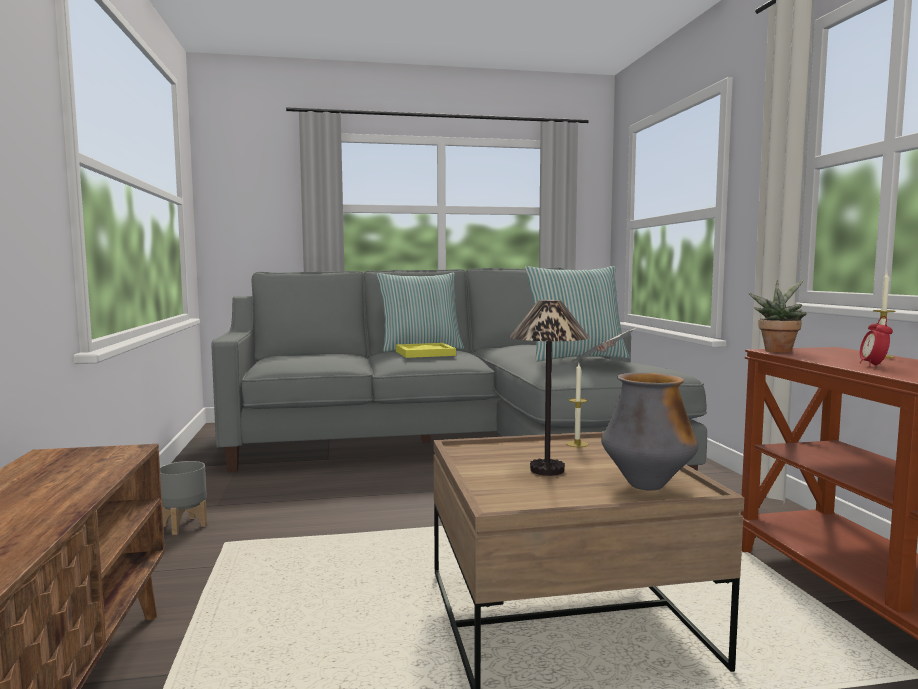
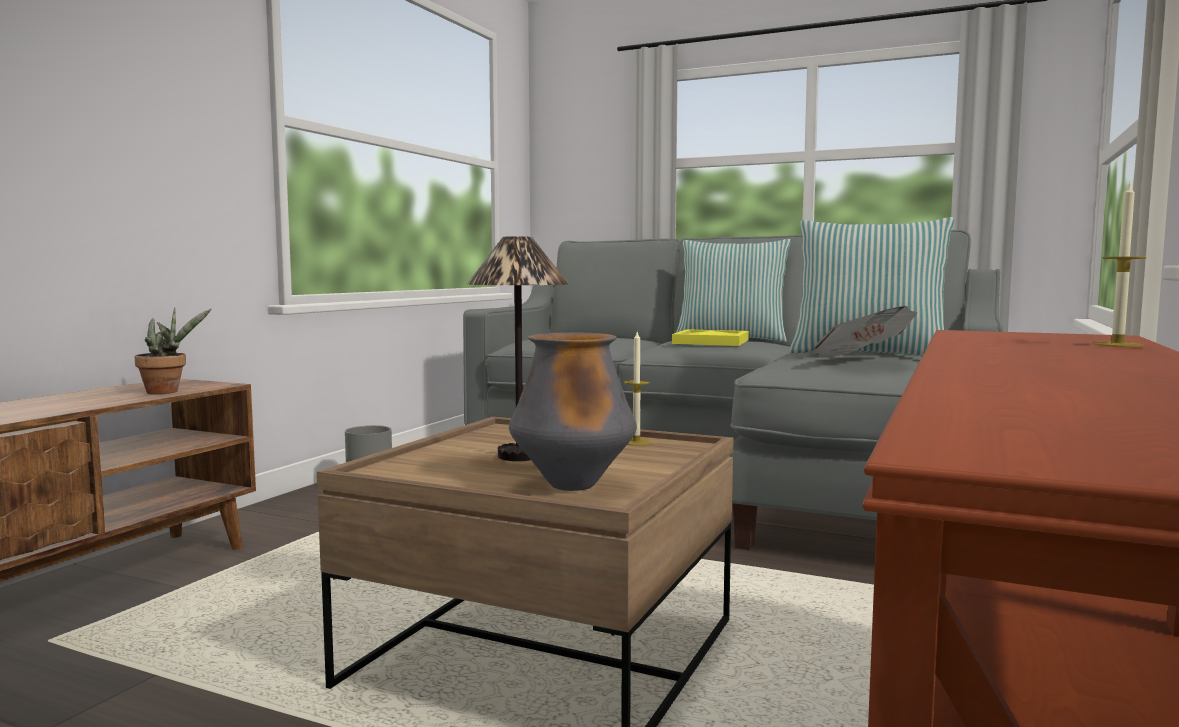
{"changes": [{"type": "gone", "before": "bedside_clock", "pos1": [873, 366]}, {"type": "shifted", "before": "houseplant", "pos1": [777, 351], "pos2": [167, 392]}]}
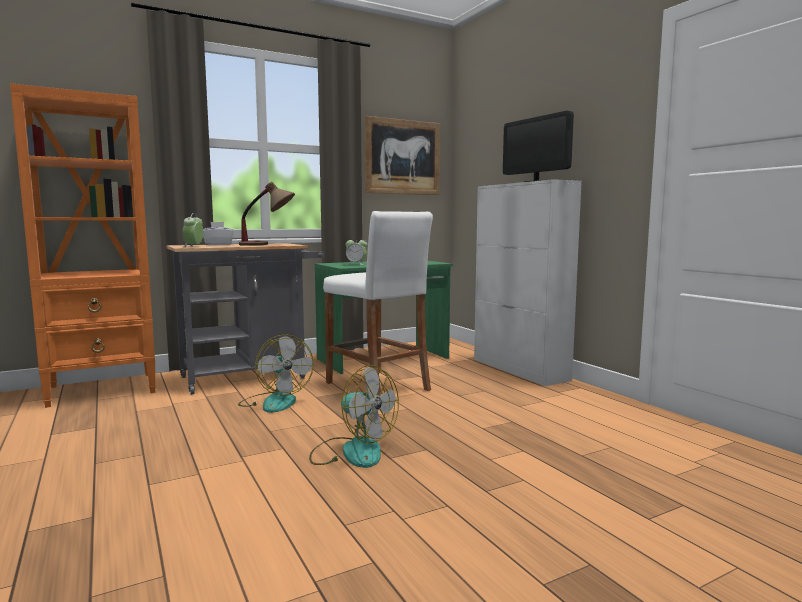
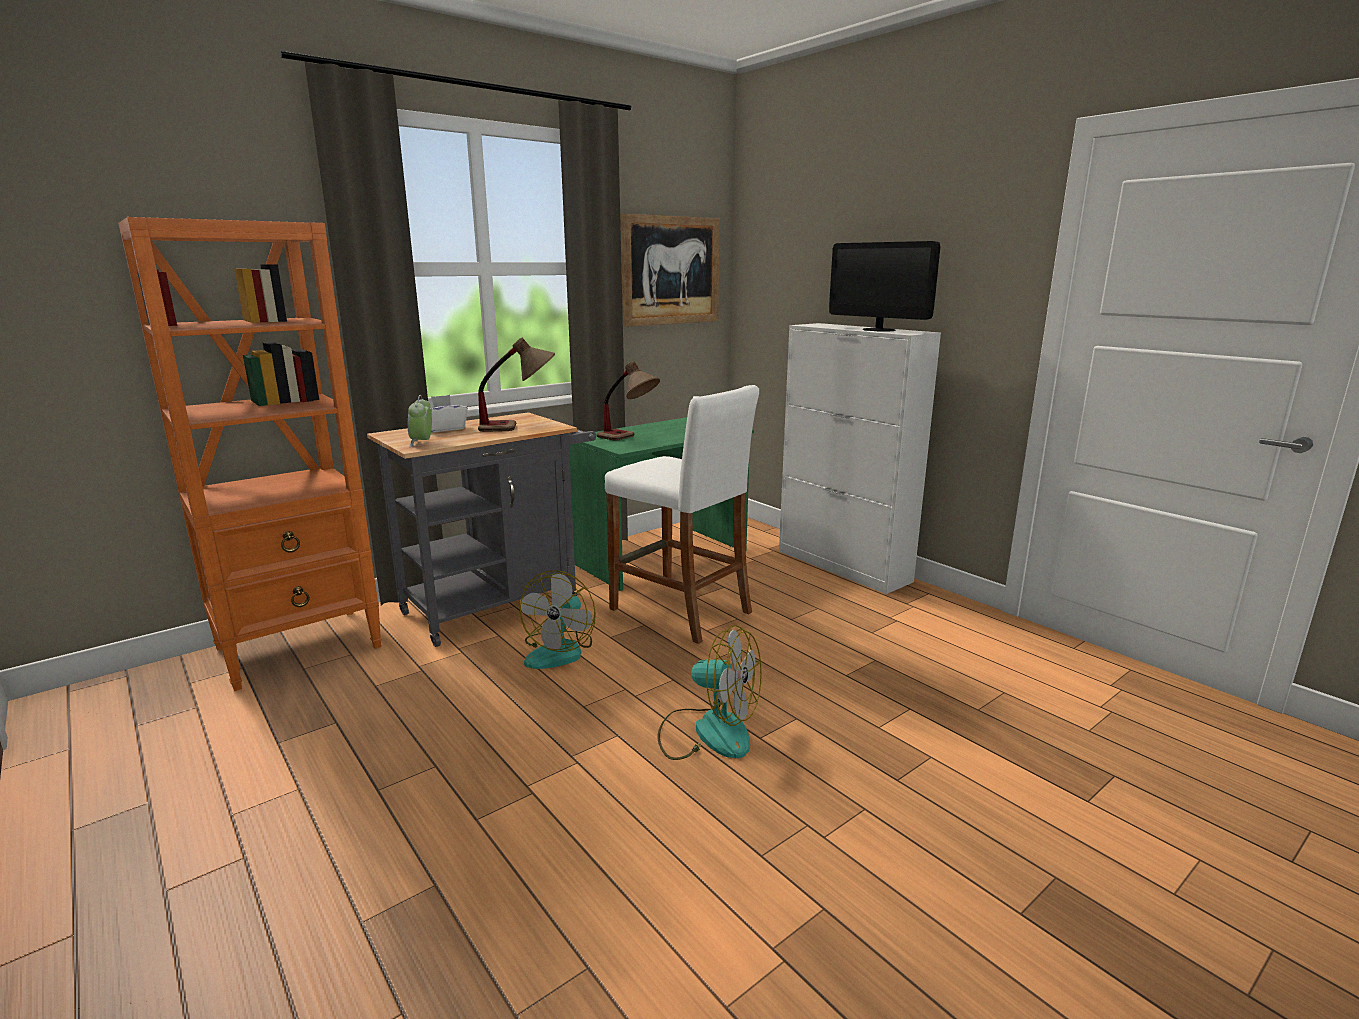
{"changes": [{"type": "swapped", "before": "bedside_clock", "after": "lamp_for_a_table", "pos1": [356, 264], "pos2": [629, 439]}, {"type": "rotated", "before": "cooling_fan", "pos1": [275, 401], "pos2": [560, 651], "turn": 60}]}
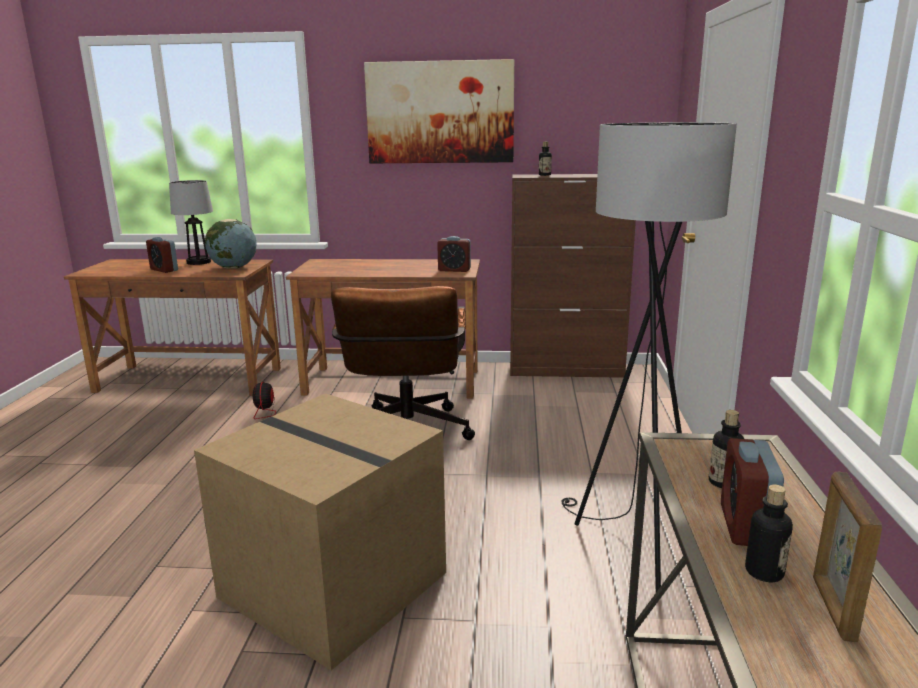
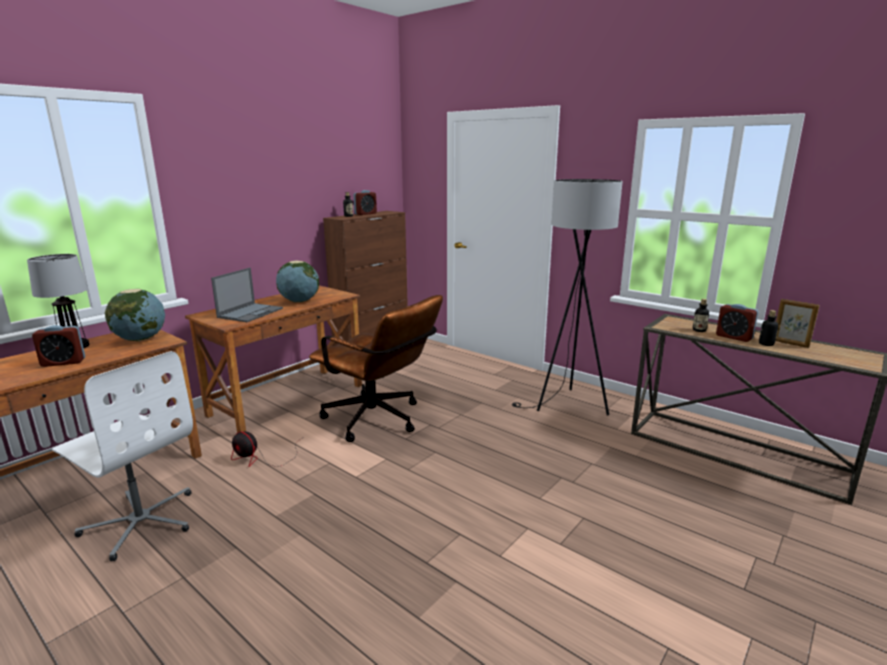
{"changes": [{"type": "gone", "before": "packing_box", "pos1": [337, 584]}, {"type": "gone", "before": "wall_picture", "pos1": [440, 112]}, {"type": "new", "after": "white_computer_chair", "pos2": [141, 521]}, {"type": "new", "after": "laptop", "pos2": [251, 312]}, {"type": "new", "after": "desk_globe", "pos2": [299, 301]}, {"type": "shifted", "before": "bedside_clock", "pos1": [454, 270], "pos2": [365, 214]}]}
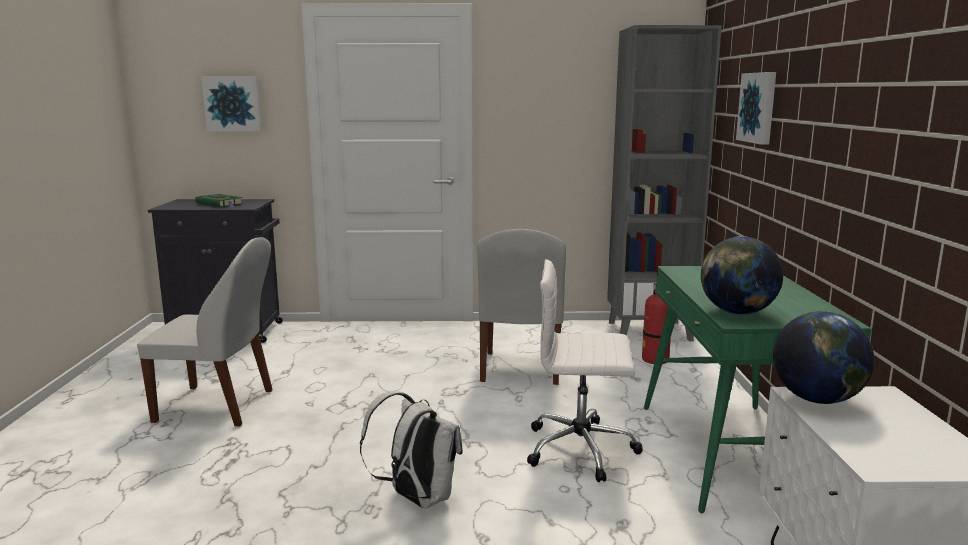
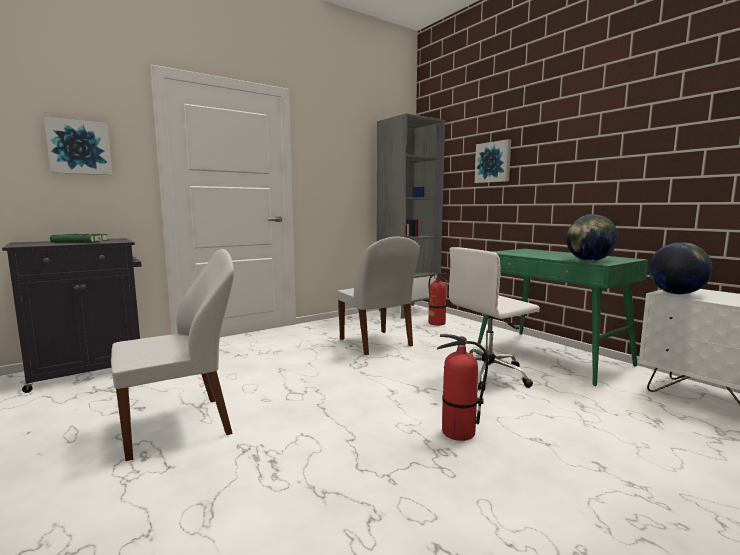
{"changes": [{"type": "swapped", "before": "white_rucksack", "after": "fire-fighting_cylinder", "pos1": [416, 498], "pos2": [458, 433]}]}
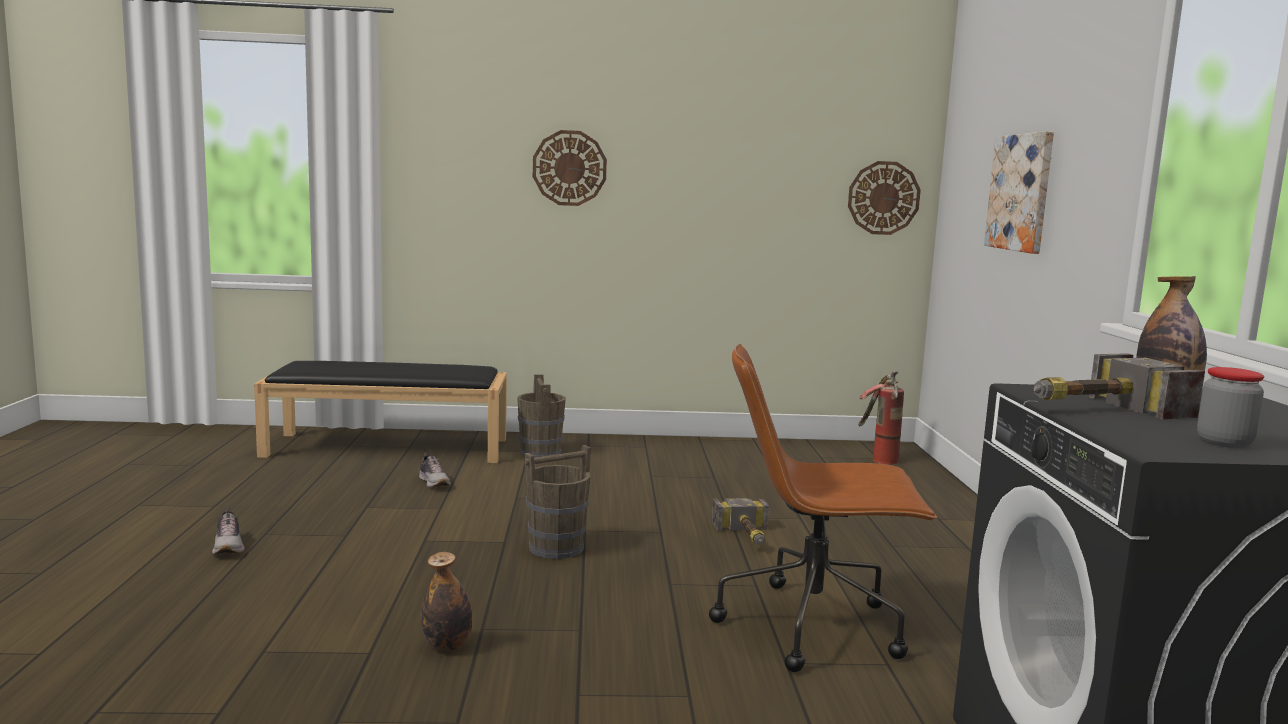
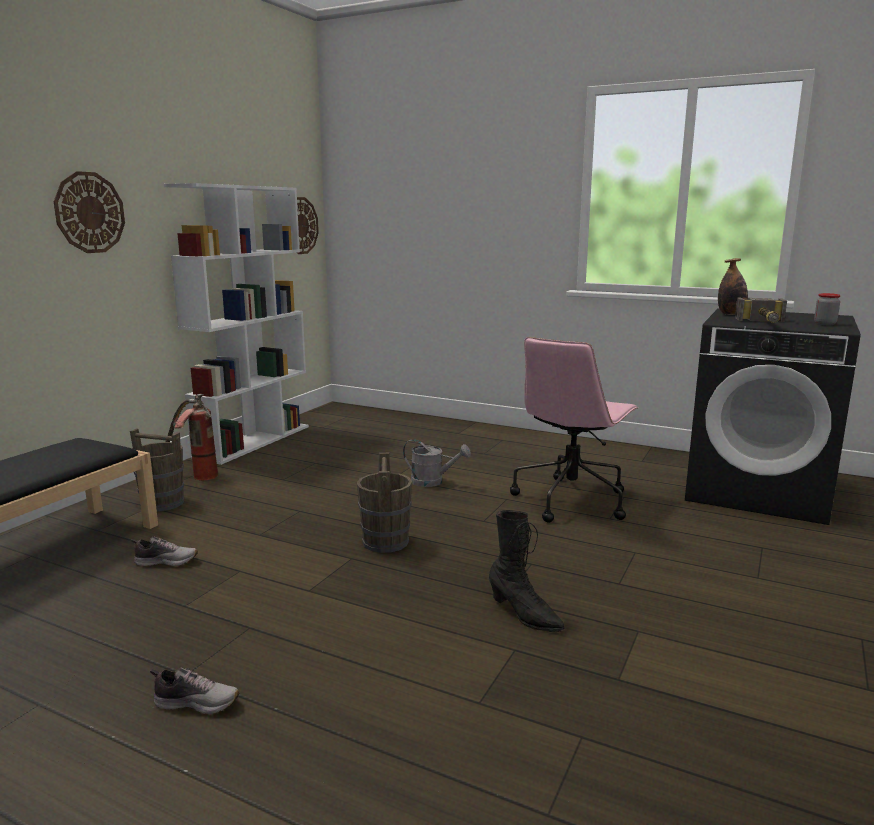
{"changes": [{"type": "gone", "before": "wall_picture", "pos1": [1021, 192]}, {"type": "new", "after": "white_bookshelf", "pos2": [253, 441]}, {"type": "shifted", "before": "fire-fighting_cylinder", "pos1": [877, 458], "pos2": [196, 476]}, {"type": "swapped", "before": "beverage_bottle", "after": "black_high-top_boot", "pos1": [447, 646], "pos2": [524, 615]}, {"type": "swapped", "before": "hammer", "after": "greyish_watering_pot", "pos1": [747, 537], "pos2": [433, 482]}, {"type": "repainted", "before": "brownish_computer_chair", "after": "pink-coloured_computer_chair", "pos1": [813, 626], "pos2": [571, 500]}]}
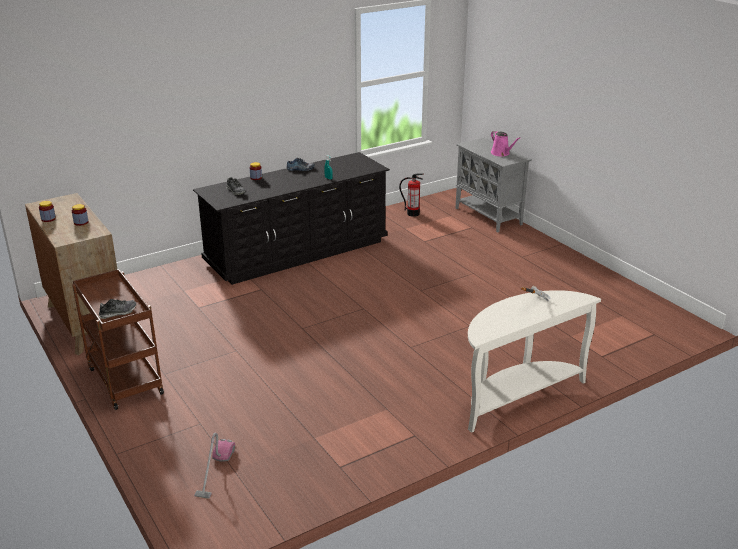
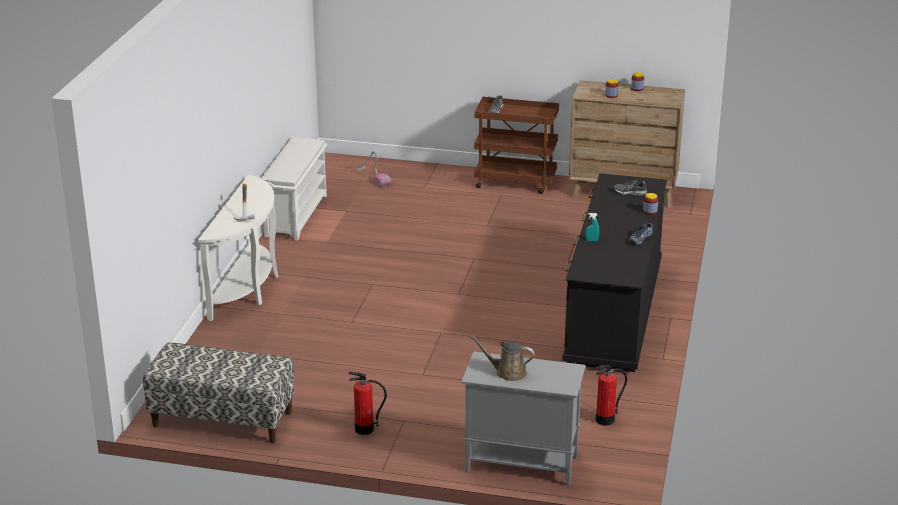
{"changes": [{"type": "new", "after": "indoor_bench", "pos2": [222, 419]}, {"type": "new", "after": "white_shoe_stand", "pos2": [296, 215]}, {"type": "new", "after": "fire-fighting_cylinder", "pos2": [364, 429]}, {"type": "repainted", "before": "pink-coloured_watering_pot", "after": "brownish_watering_pot", "pos1": [501, 153], "pos2": [507, 372]}]}
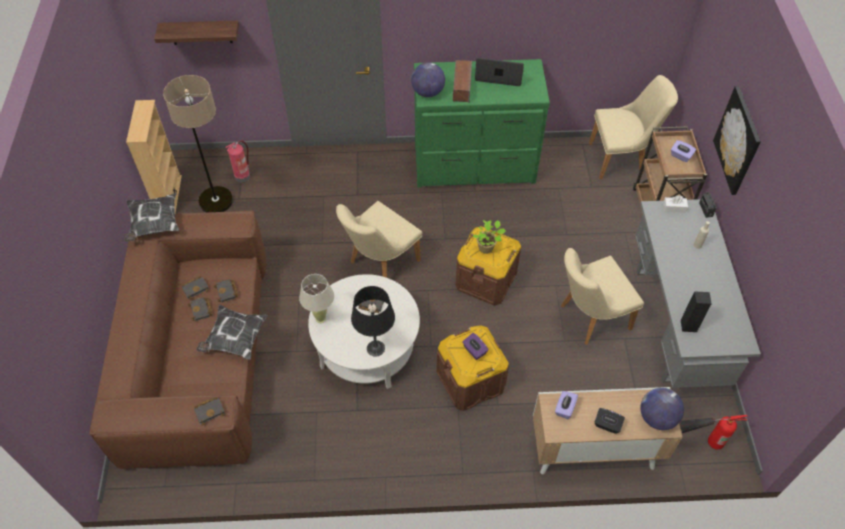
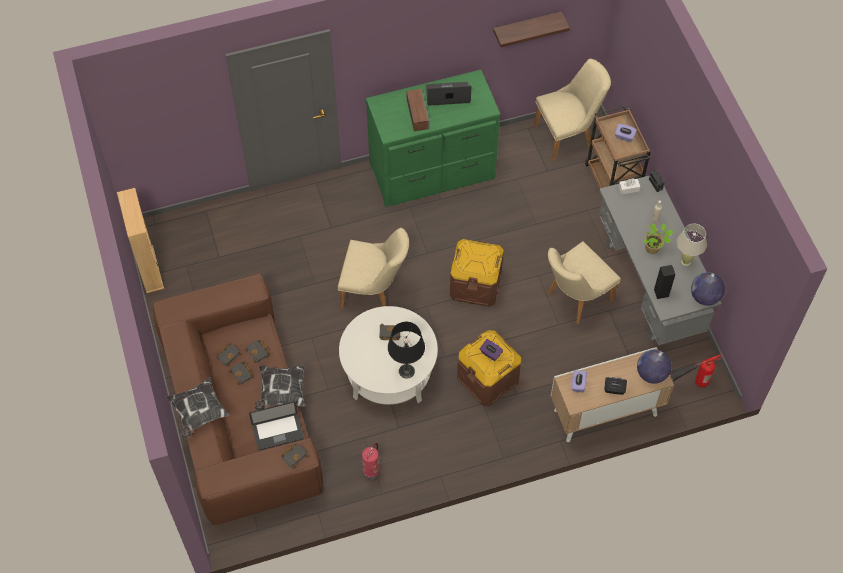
{"changes": [{"type": "gone", "before": "standing_lamp", "pos1": [221, 210]}, {"type": "gone", "before": "wall_picture", "pos1": [738, 141]}, {"type": "new", "after": "laptop", "pos2": [278, 432]}, {"type": "shifted", "before": "throw_pillow", "pos1": [154, 224], "pos2": [198, 412]}, {"type": "shifted", "before": "wall_shelf", "pos1": [200, 32], "pos2": [526, 27]}, {"type": "shifted", "before": "fire-fighting_cylinder", "pos1": [243, 176], "pos2": [371, 471]}, {"type": "shifted", "before": "sand-coloured_lamp_for_a_table", "pos1": [320, 318], "pos2": [685, 261]}, {"type": "shifted", "before": "desk_globe", "pos1": [427, 92], "pos2": [704, 297]}, {"type": "shifted", "before": "houseplant", "pos1": [487, 248], "pos2": [653, 248]}, {"type": "rotated", "before": "sand-coloured_plain_chair", "pos1": [379, 264], "pos2": [374, 292], "turn": -105}]}
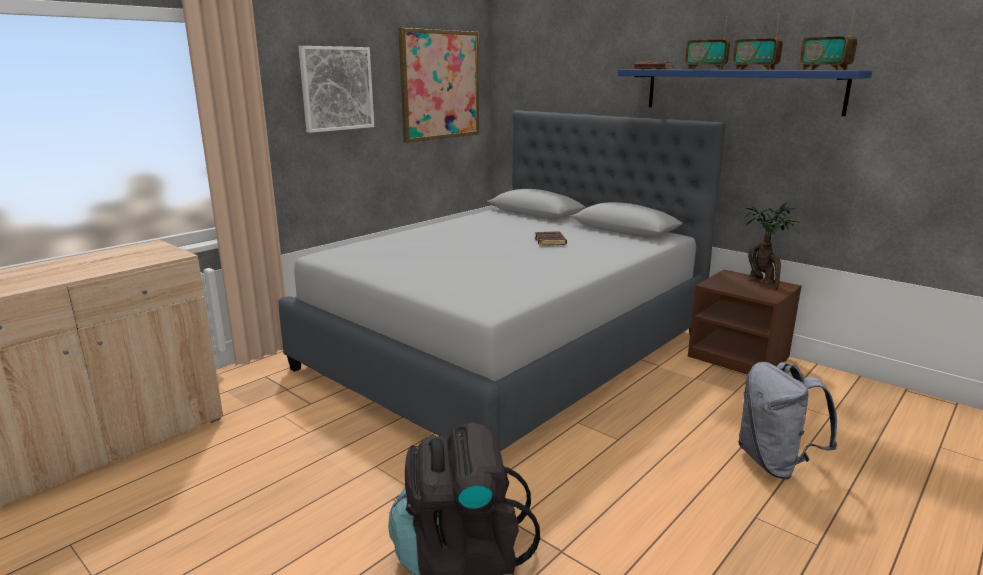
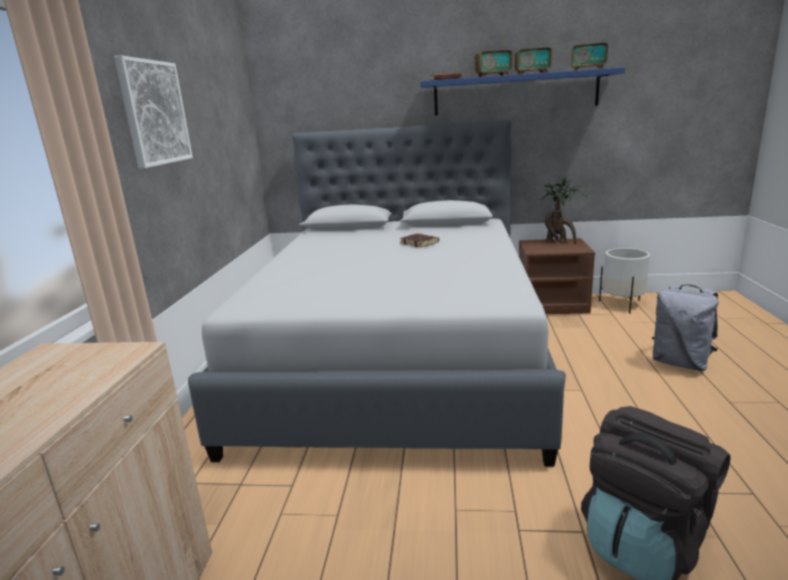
{"changes": [{"type": "gone", "before": "wall_picture", "pos1": [440, 85]}, {"type": "new", "after": "white_planter", "pos2": [622, 305]}]}
